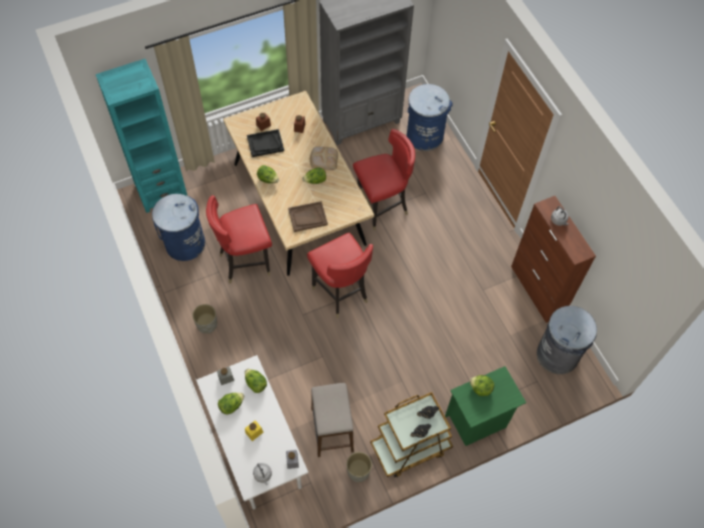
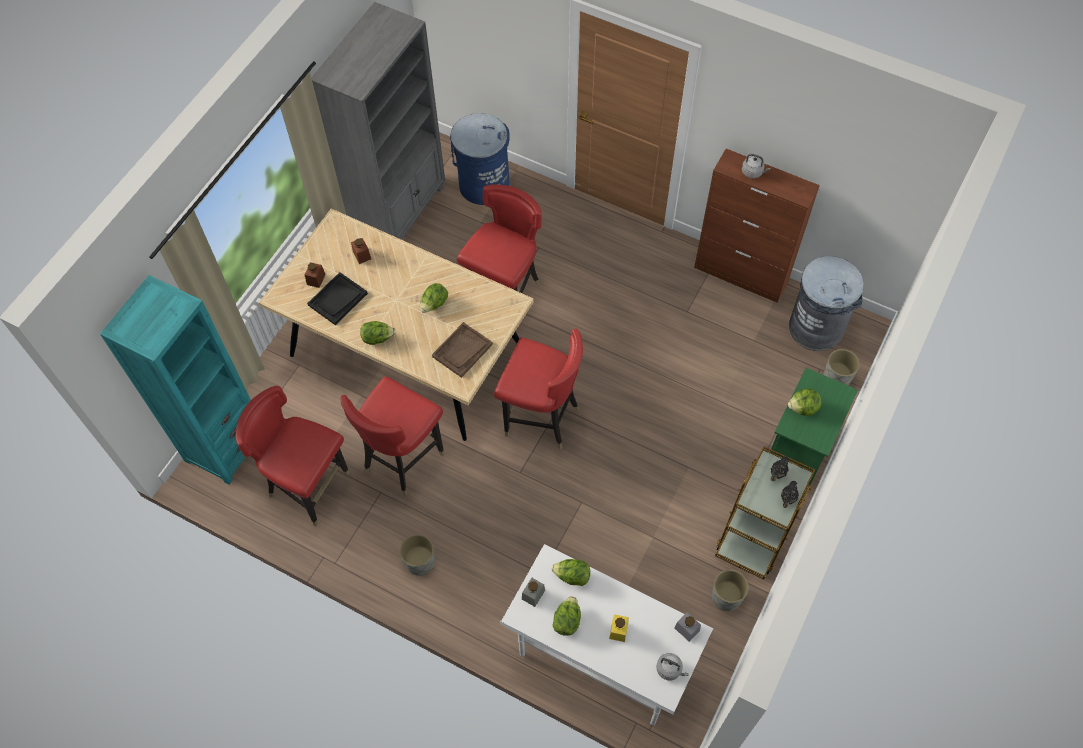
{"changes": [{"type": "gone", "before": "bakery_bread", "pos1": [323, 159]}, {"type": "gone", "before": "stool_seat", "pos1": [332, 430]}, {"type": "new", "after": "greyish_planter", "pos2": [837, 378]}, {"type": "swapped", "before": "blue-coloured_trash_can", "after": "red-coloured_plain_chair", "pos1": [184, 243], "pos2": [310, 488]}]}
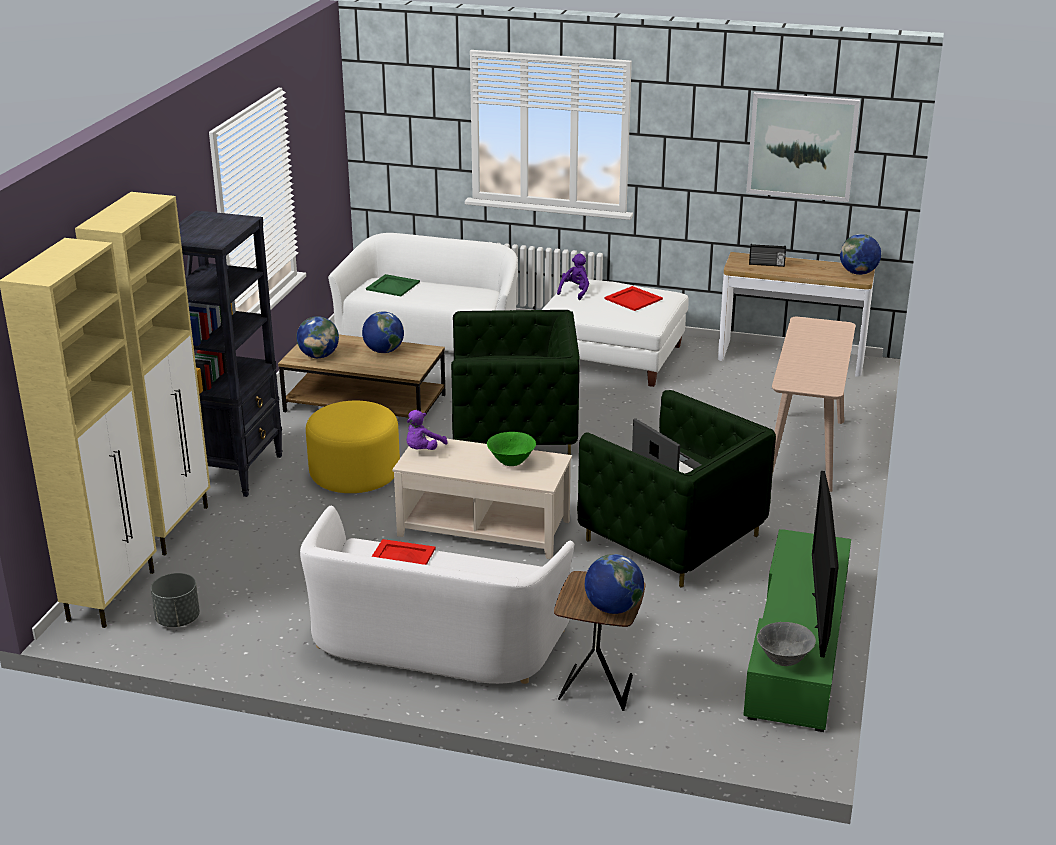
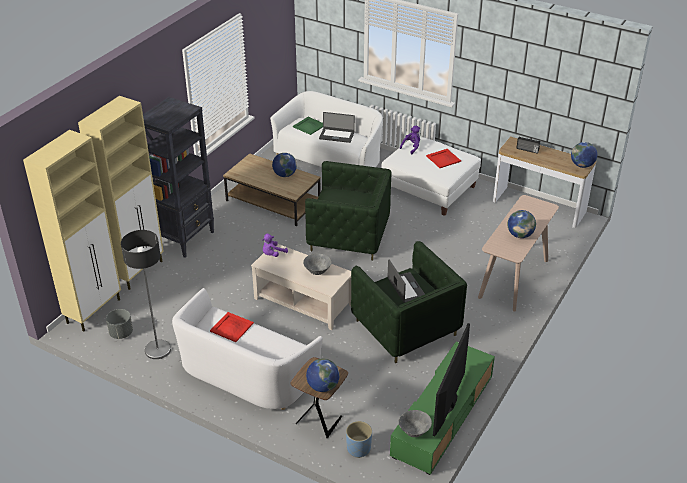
{"changes": [{"type": "gone", "before": "yellow-coloured_ottoman", "pos1": [354, 474]}, {"type": "gone", "before": "wall_picture", "pos1": [802, 146]}, {"type": "new", "after": "standing_lamp", "pos2": [157, 350]}, {"type": "new", "after": "laptop", "pos2": [336, 135]}, {"type": "new", "after": "blue-coloured_planter", "pos2": [358, 449]}, {"type": "shifted", "before": "desk_globe", "pos1": [319, 356], "pos2": [520, 235]}, {"type": "repainted", "before": "green-coloured_serving_bowl", "after": "greyish_serving_bowl", "pos1": [512, 462], "pos2": [317, 272]}]}
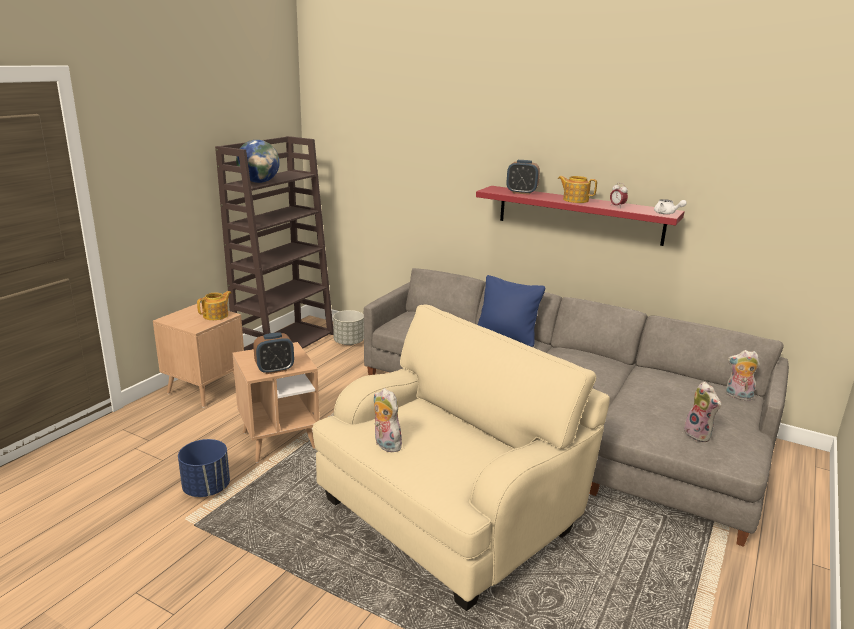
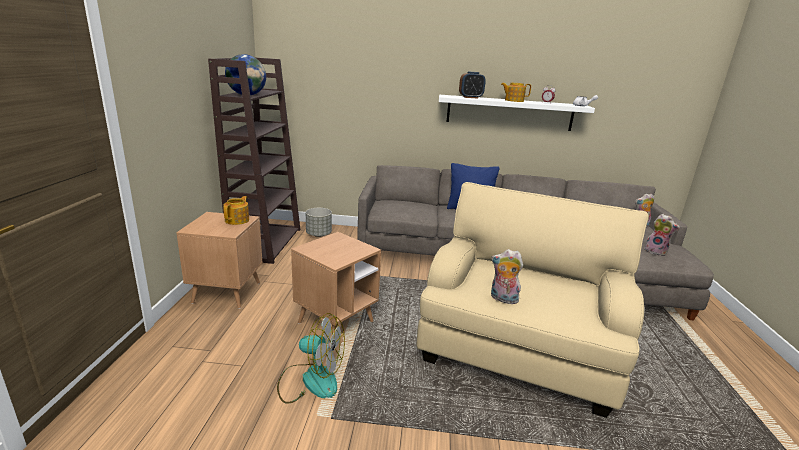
{"changes": [{"type": "gone", "before": "bedside_clock", "pos1": [275, 369]}, {"type": "swapped", "before": "blue-coloured_planter", "after": "cooling_fan", "pos1": [207, 488], "pos2": [311, 380]}, {"type": "repainted", "before": "red-coloured_wall_shelf", "after": "white_wall_shelf", "pos1": [579, 215], "pos2": [509, 113]}]}
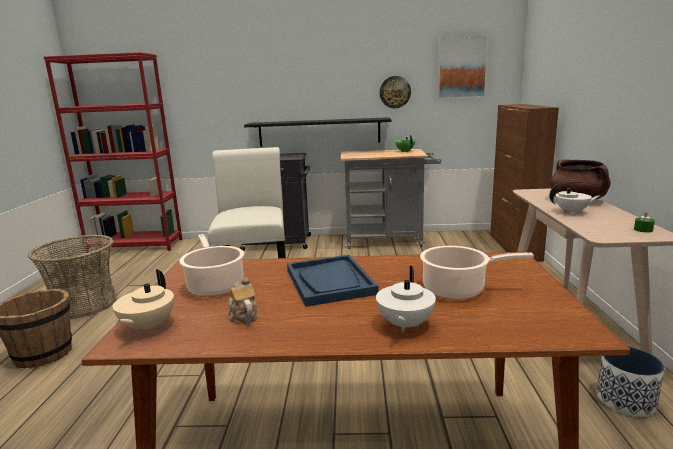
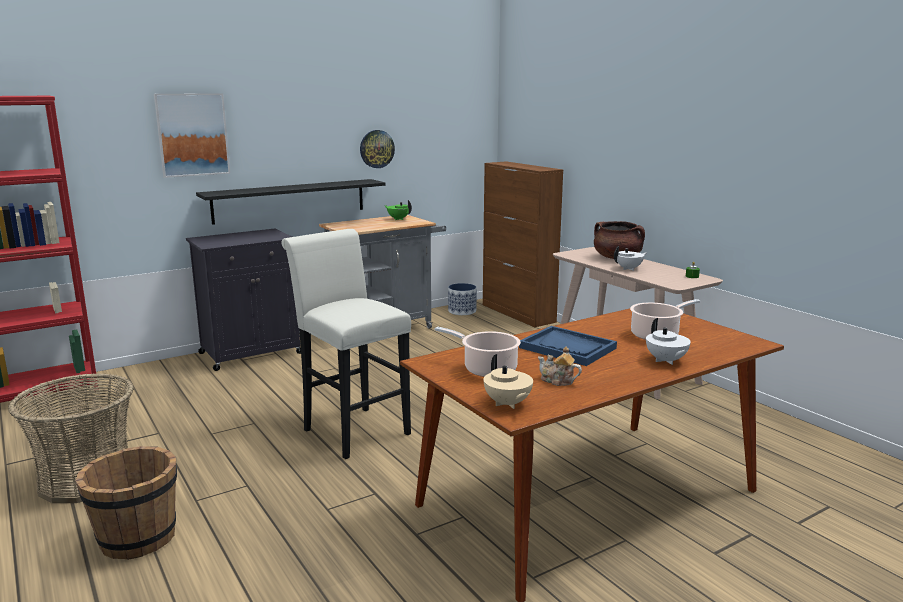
{"changes": [{"type": "shifted", "before": "wall_picture", "pos1": [461, 67], "pos2": [192, 134]}, {"type": "shifted", "before": "planter", "pos1": [626, 400], "pos2": [462, 311]}]}
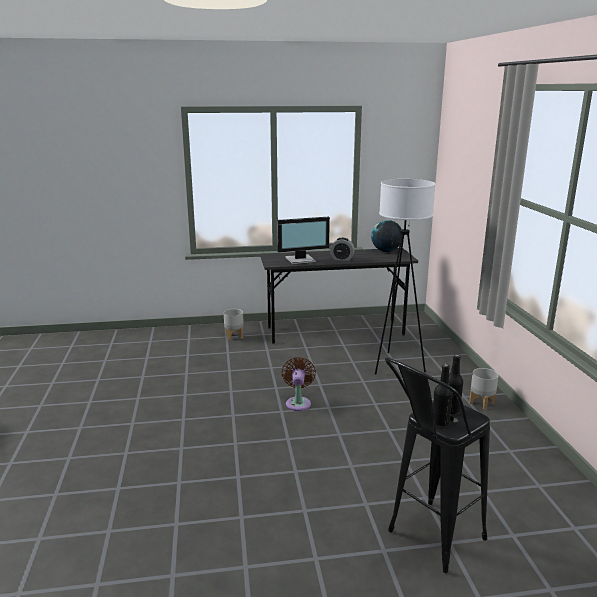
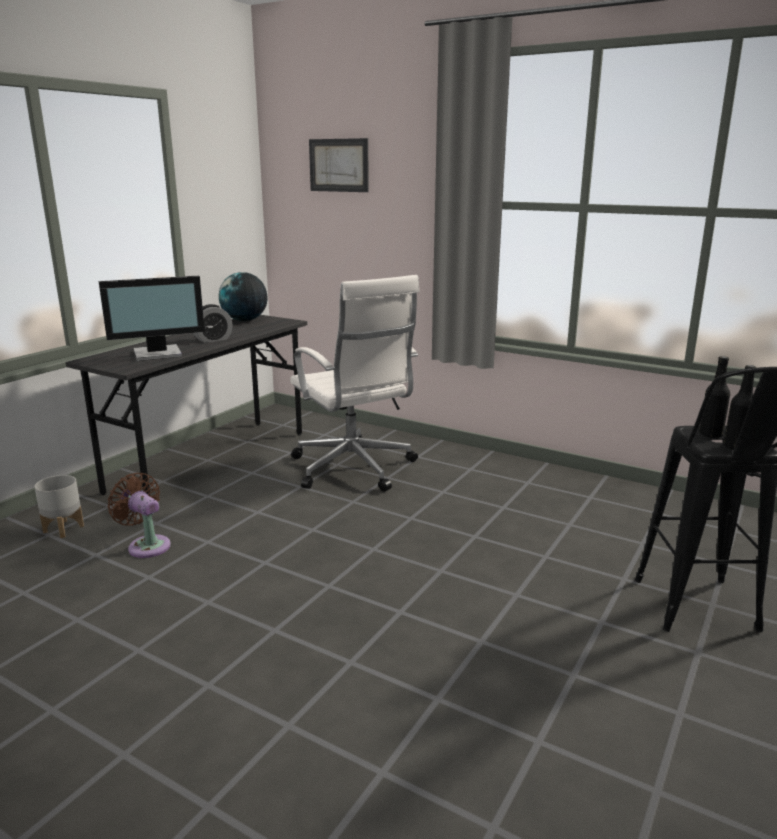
{"changes": [{"type": "gone", "before": "greyish_planter", "pos1": [482, 403]}, {"type": "new", "after": "wall_picture", "pos2": [339, 165]}, {"type": "shifted", "before": "brownish_cooling_fan", "pos1": [298, 402], "pos2": [147, 545]}, {"type": "swapped", "before": "white_standing_lamp", "after": "white_computer_chair", "pos1": [396, 365], "pos2": [354, 469]}, {"type": "rotated", "before": "computer_screen", "pos1": [301, 260], "pos2": [158, 354], "turn": 45}]}
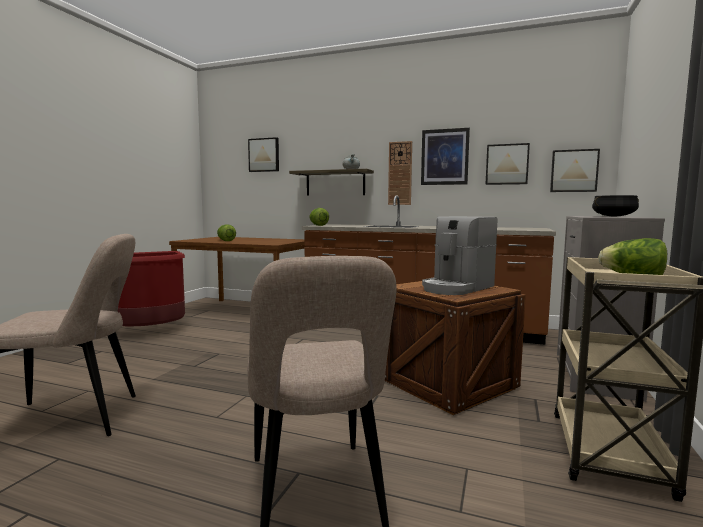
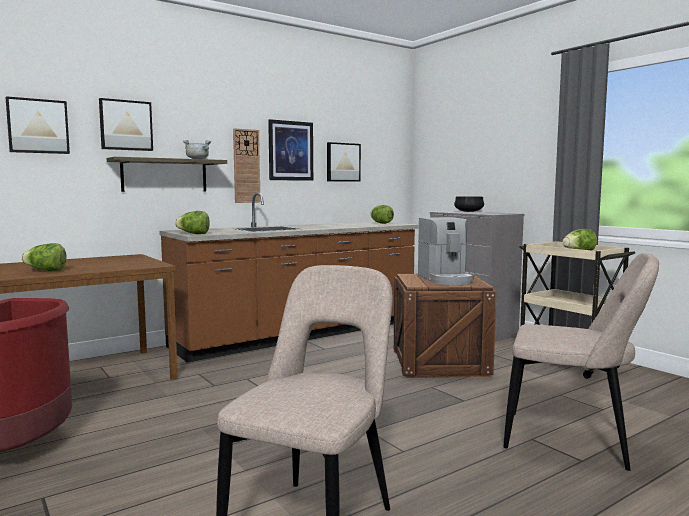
{"changes": [{"type": "new", "after": "head_of_lettuce", "pos2": [381, 223]}, {"type": "shifted", "before": "wall_picture", "pos1": [574, 171], "pos2": [126, 125]}]}
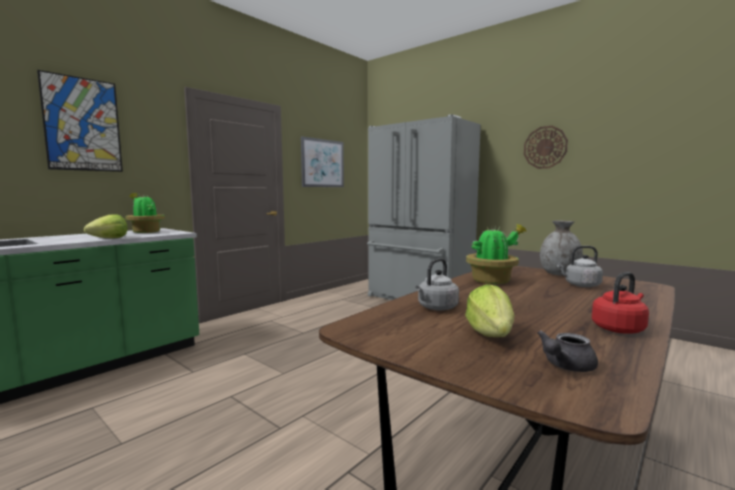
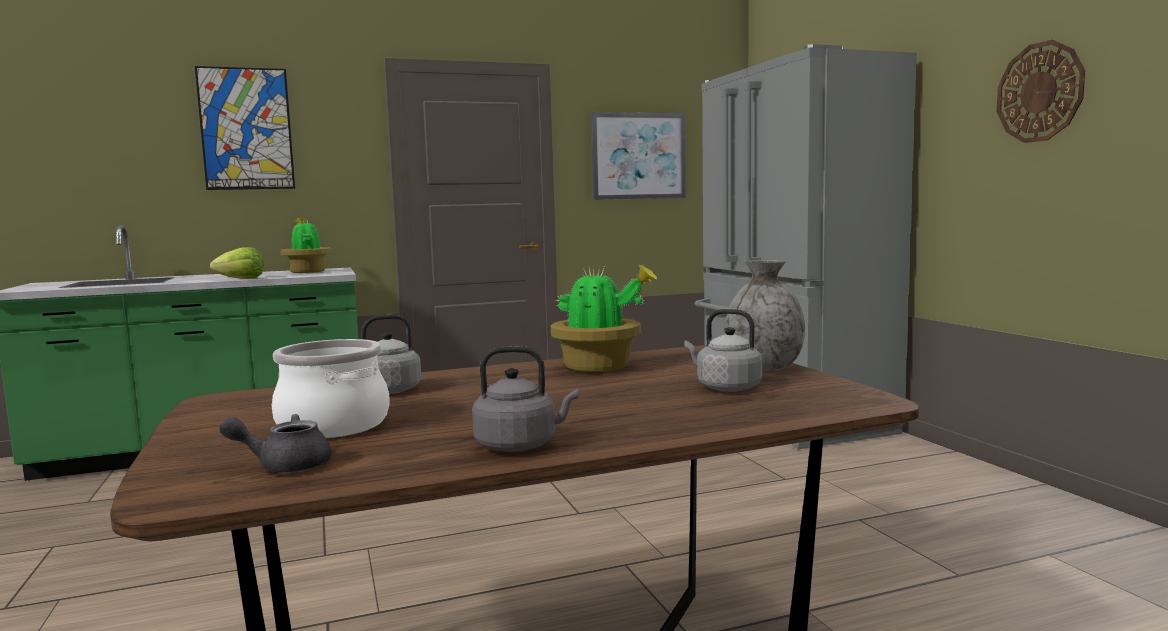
{"changes": [{"type": "swapped", "before": "head_of_lettuce", "after": "stockpot", "pos1": [491, 334], "pos2": [334, 425]}, {"type": "repainted", "before": "red-coloured_water_kettle", "after": "greyish_water_kettle", "pos1": [619, 328], "pos2": [520, 445]}]}
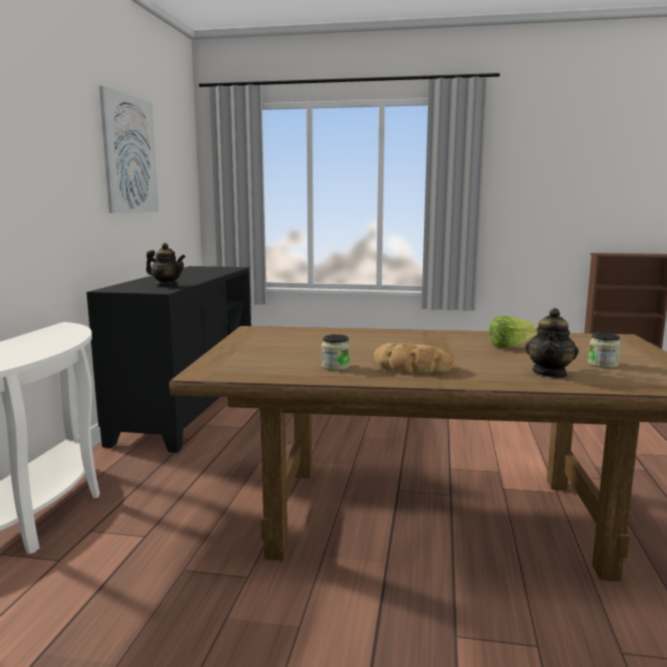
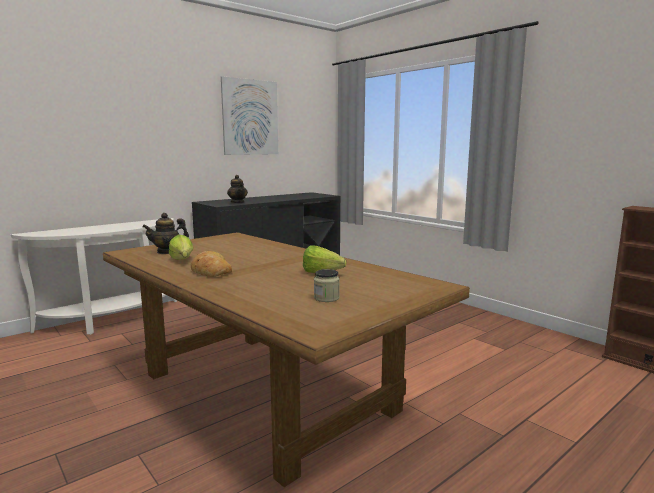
{"changes": [{"type": "shifted", "before": "tea_pot", "pos1": [550, 373], "pos2": [167, 252]}, {"type": "swapped", "before": "preserve_jar", "after": "head_of_lettuce", "pos1": [335, 366], "pos2": [182, 261]}]}
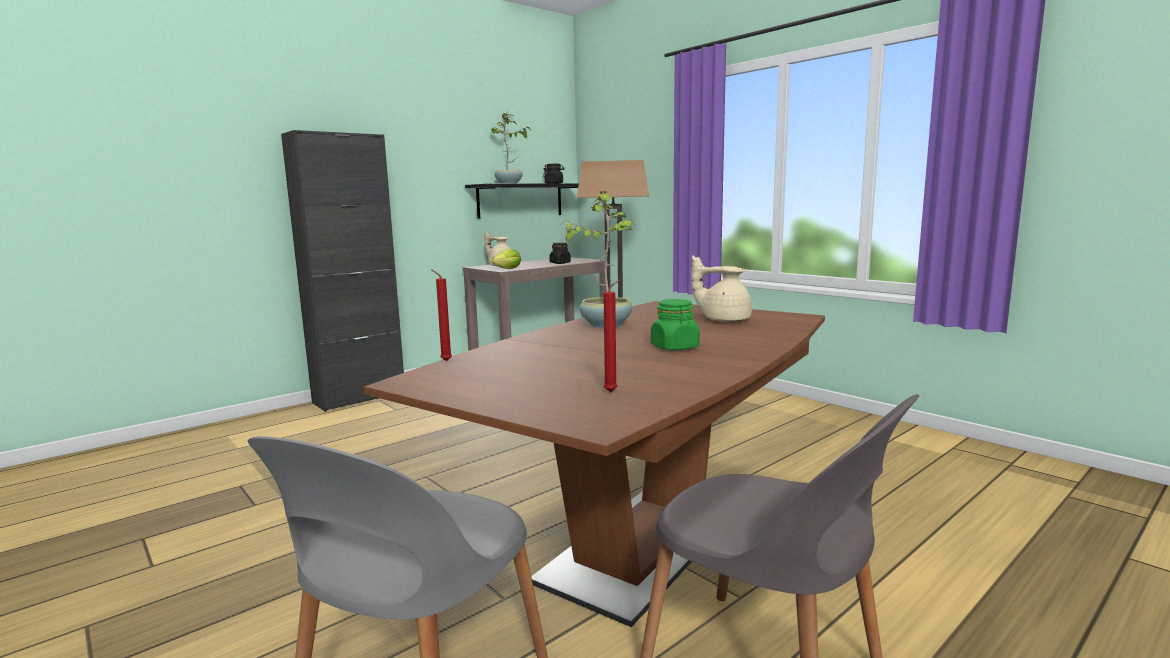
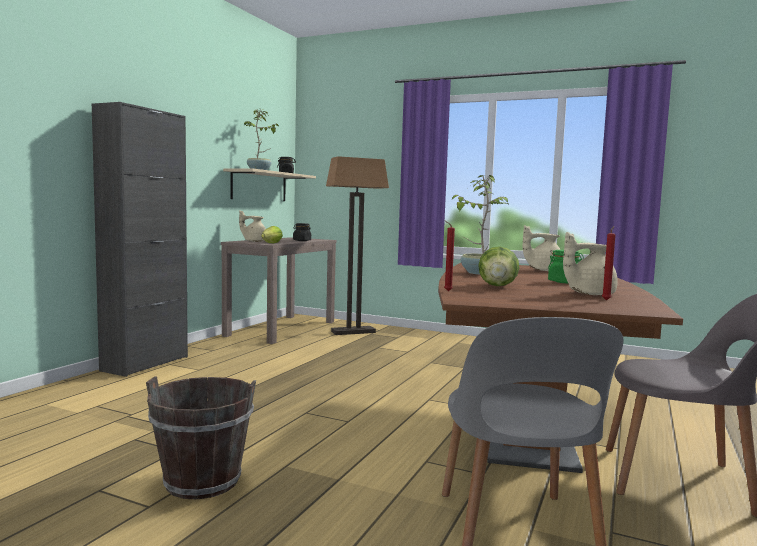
{"changes": [{"type": "new", "after": "brownish_bucket", "pos2": [203, 481]}, {"type": "new", "after": "head_of_lettuce", "pos2": [497, 286]}, {"type": "new", "after": "sand-coloured_tea_pot", "pos2": [588, 294]}, {"type": "repainted", "before": "black_wall_shelf", "after": "sand-coloured_wall_shelf", "pos1": [520, 200], "pos2": [259, 186]}]}
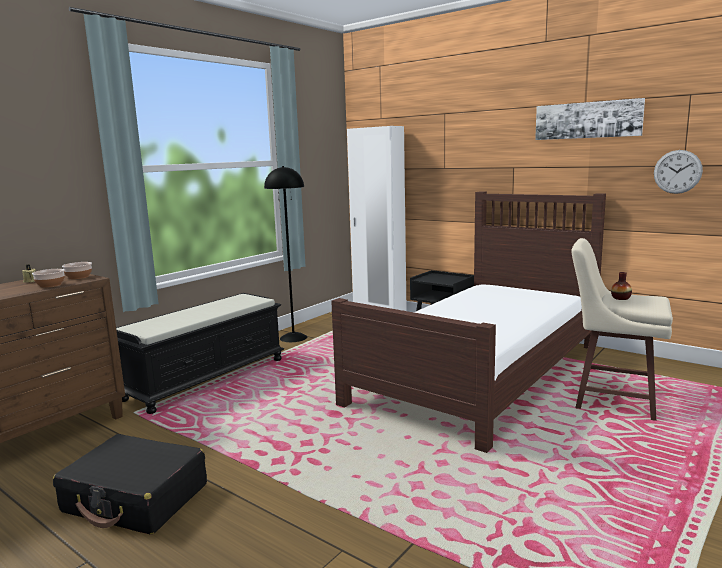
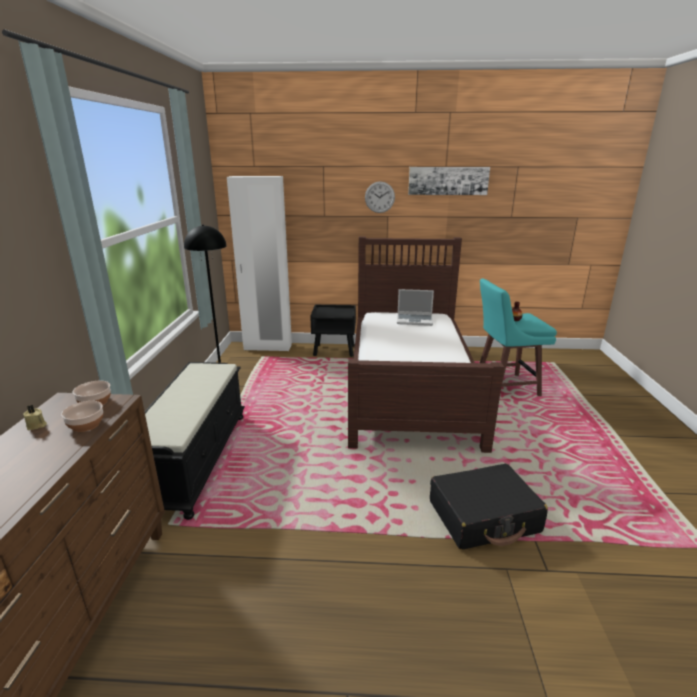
{"changes": [{"type": "new", "after": "laptop", "pos2": [415, 320]}, {"type": "shifted", "before": "black_suitcase", "pos1": [136, 498], "pos2": [484, 517]}, {"type": "shifted", "before": "wall_clock", "pos1": [677, 172], "pos2": [379, 197]}, {"type": "repainted", "before": "sand-coloured_stool_seat", "after": "turquoise-coloured_stool_seat", "pos1": [612, 399], "pos2": [504, 386]}]}
